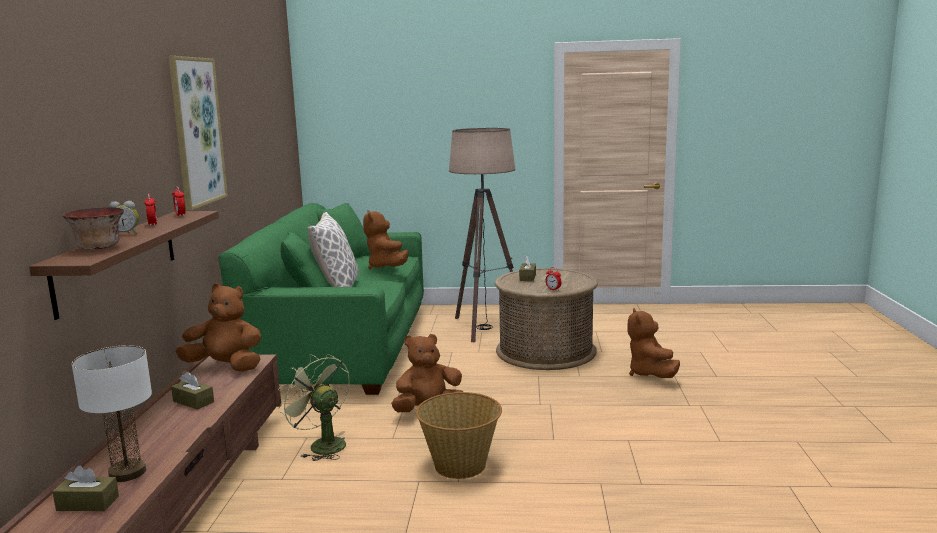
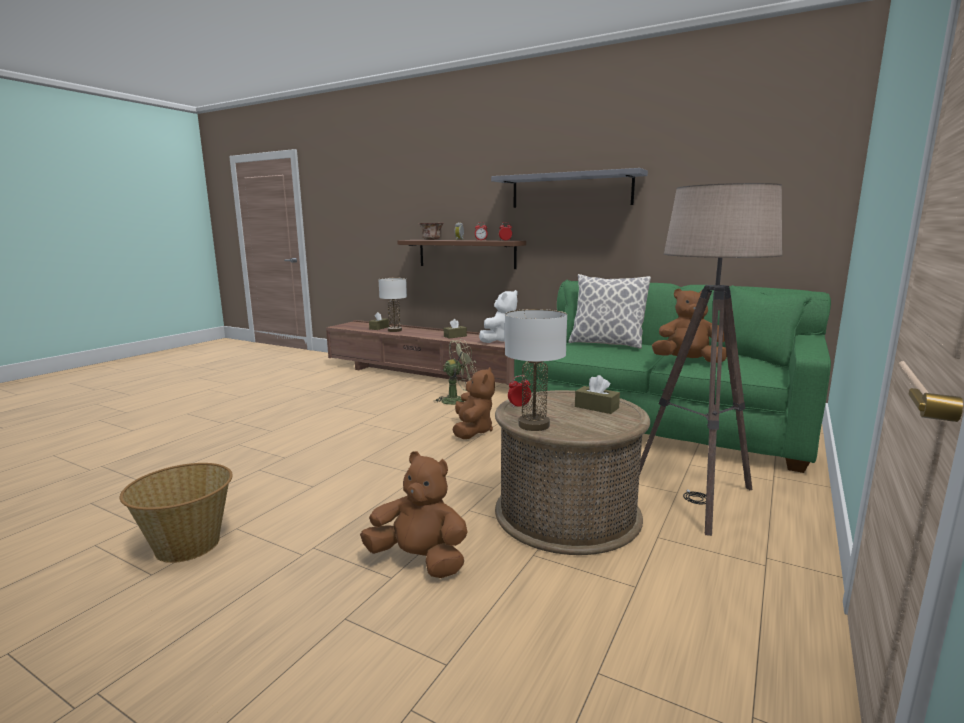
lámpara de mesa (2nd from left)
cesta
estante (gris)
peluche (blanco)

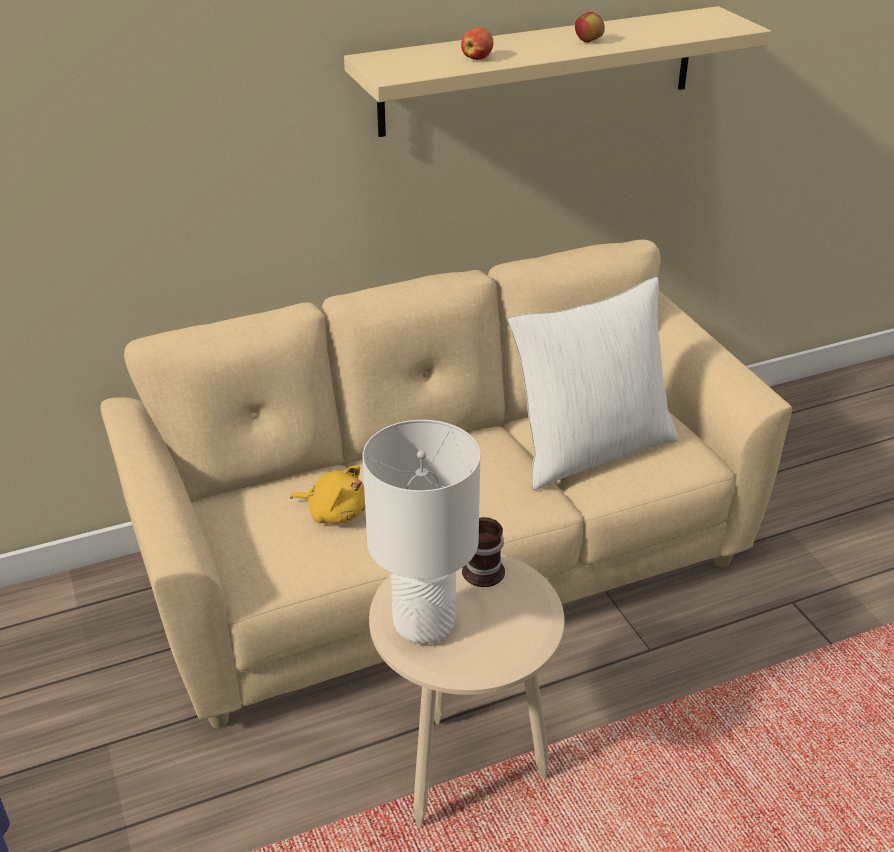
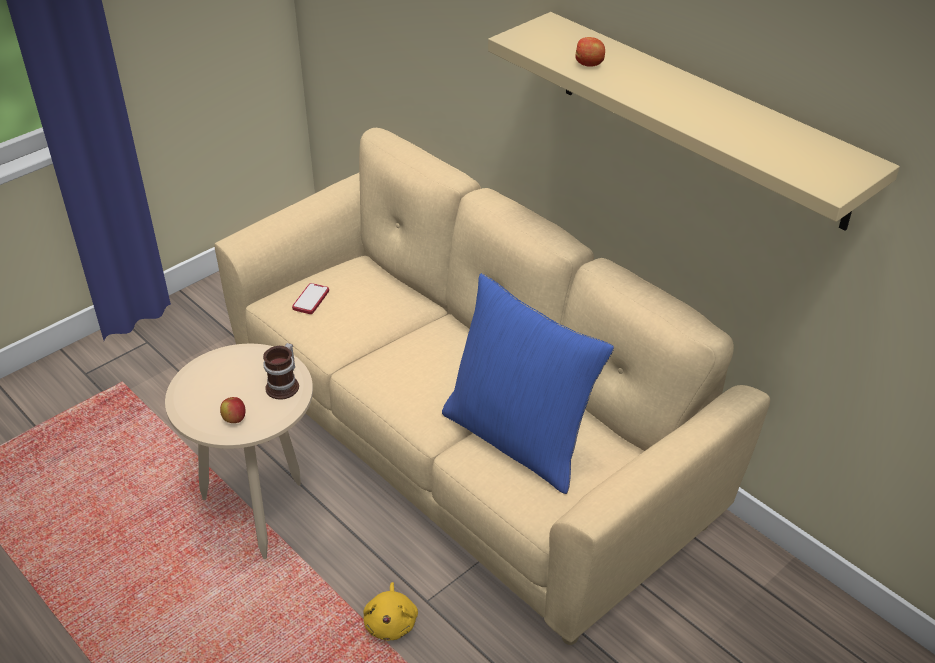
lámpara de mesa (blanco)
móvil
peluche (amarillo)
manzana (1st from left)
cojín (azul)

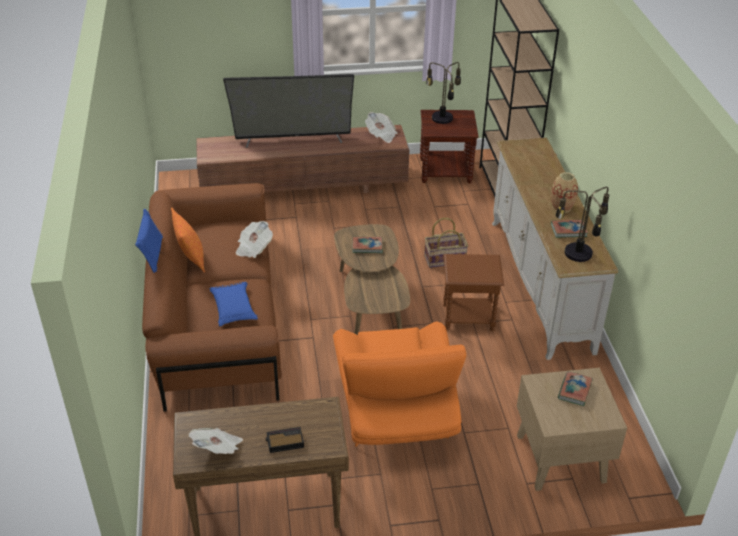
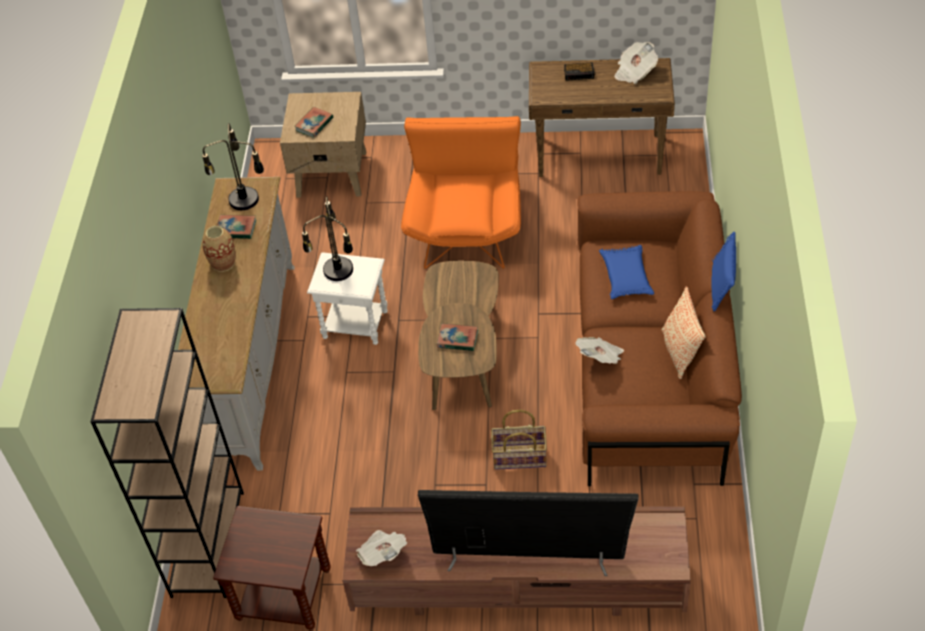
cesta
lámpara de mesa (2nd from left)
cojín (beis)
mesa auxiliar (blanco)

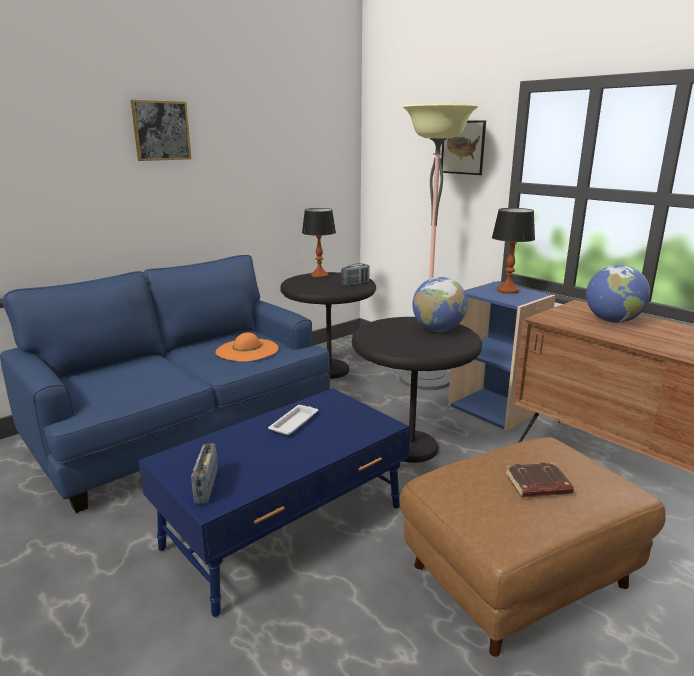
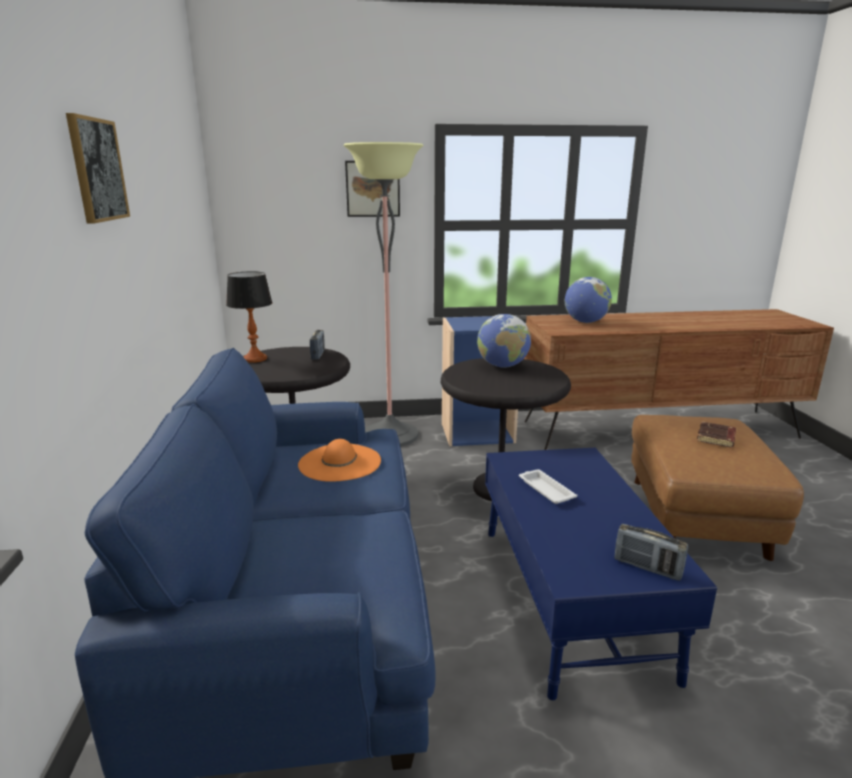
lámpara de mesa (2nd from left in the first image)

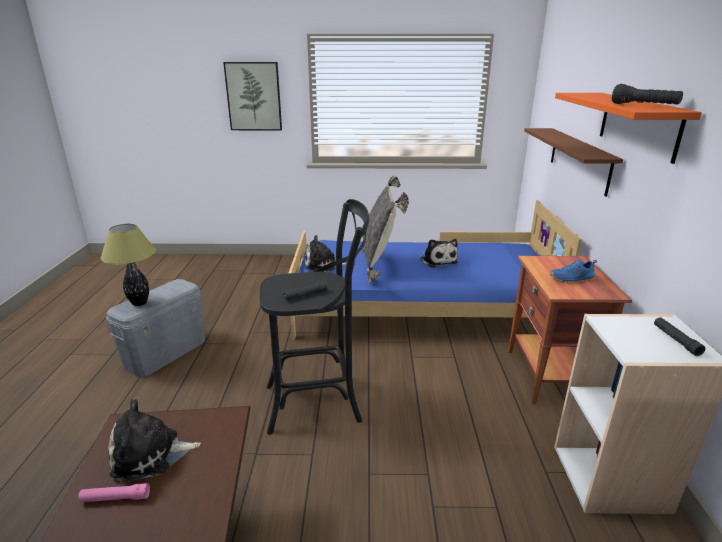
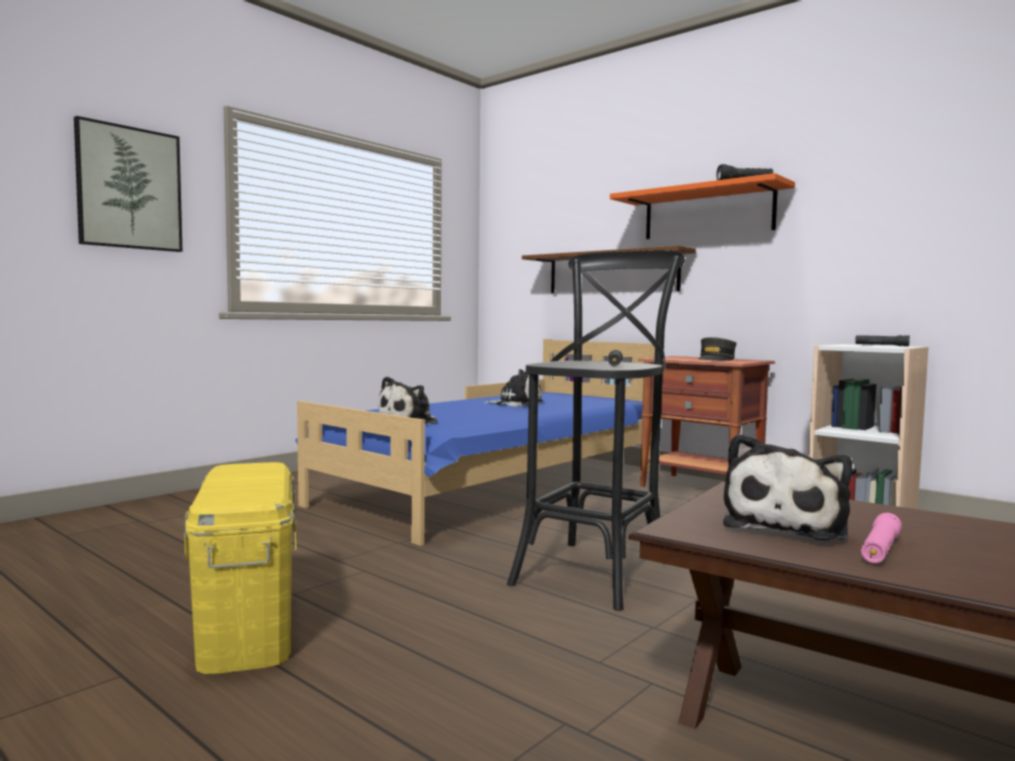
lámpara de mesa
cojín
gorra (gris)
caja de almacenaje (amarillo)

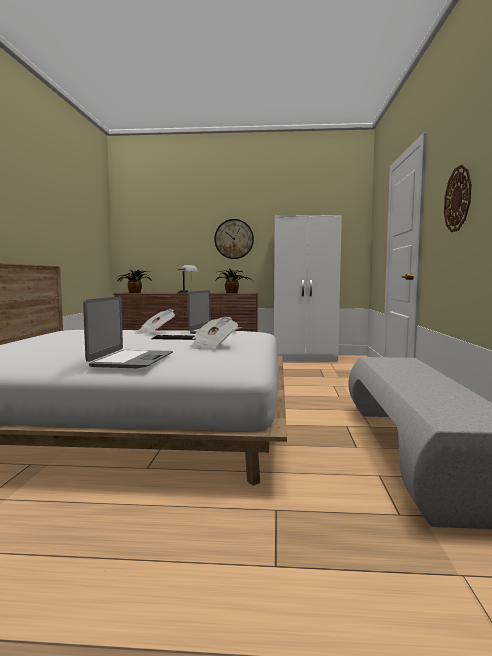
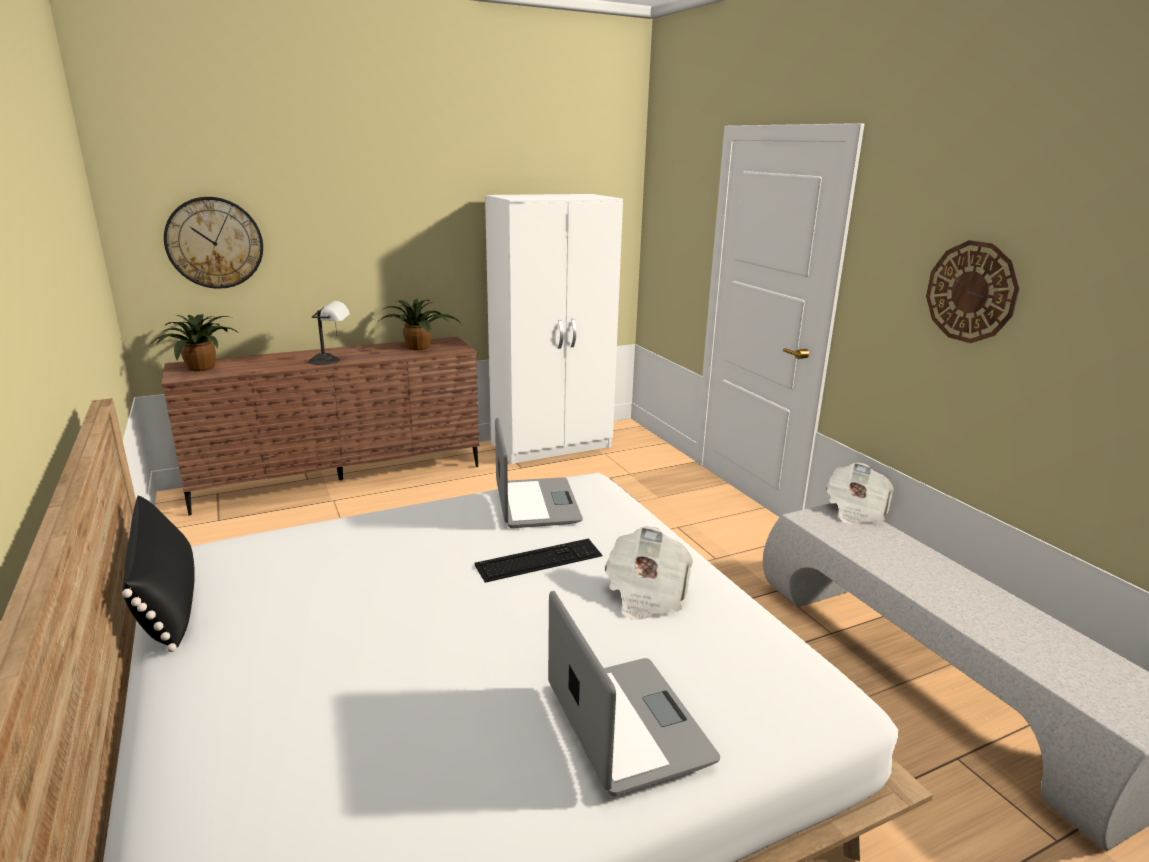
cojín (negro)
periódico (2nd from left)
reloj de pared (1st from left)

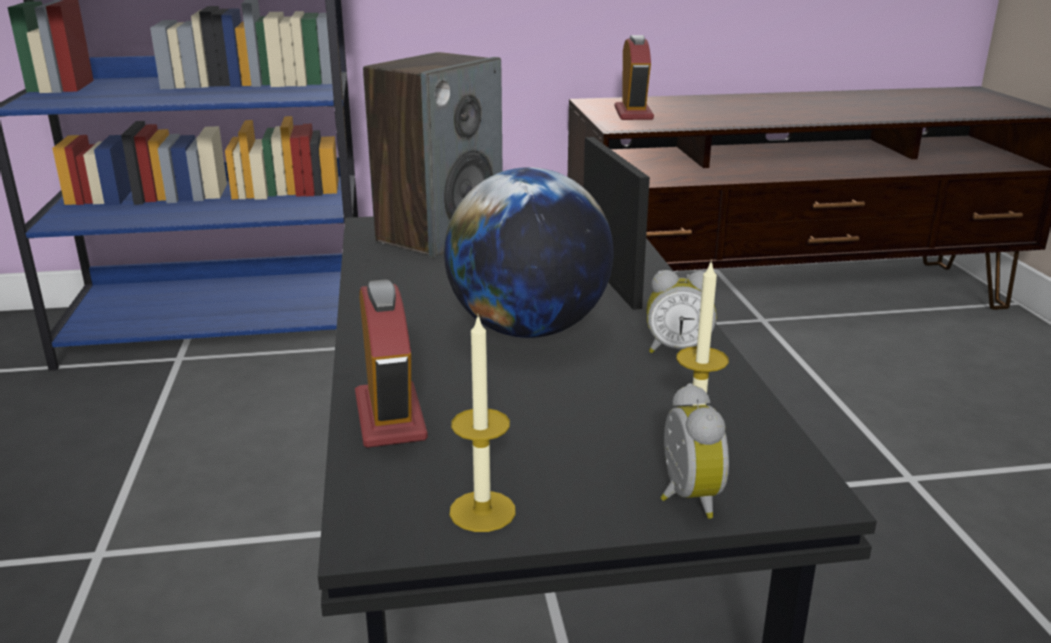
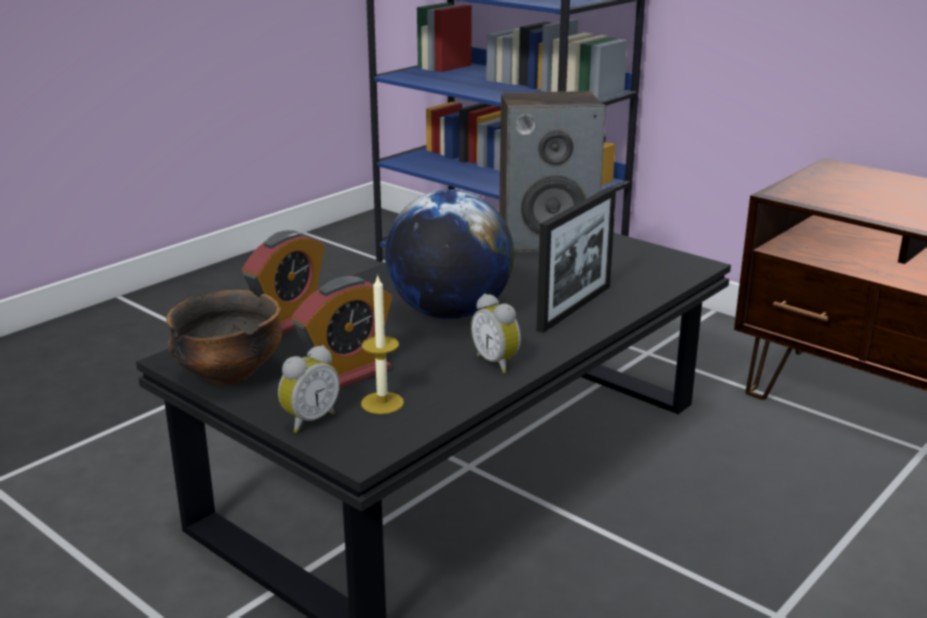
despertador (3rd from left)
cuenco

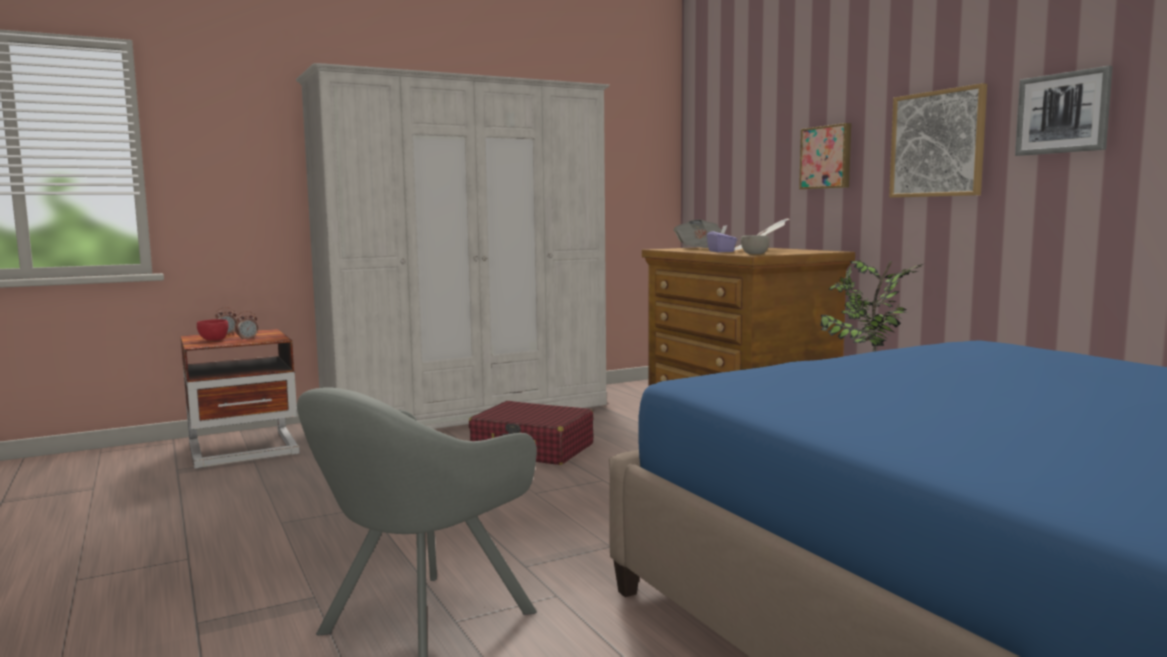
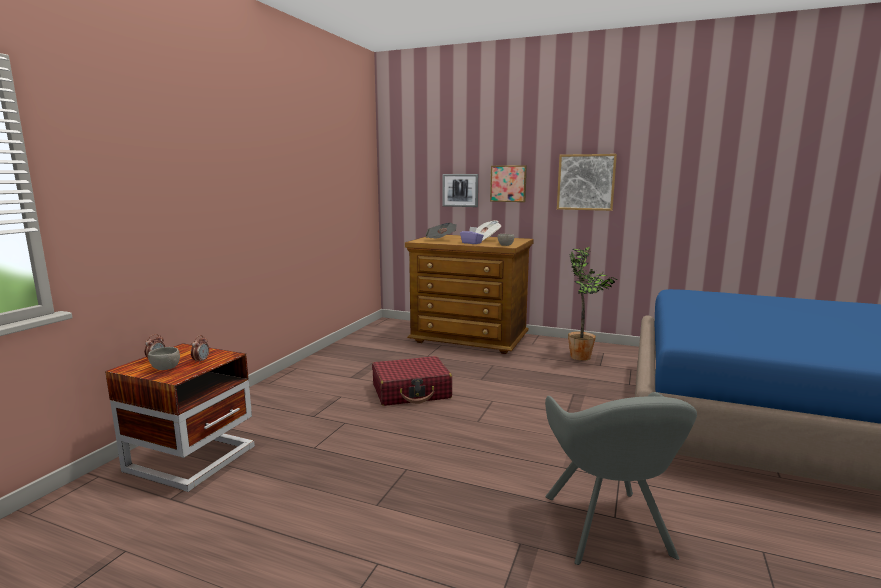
armario ropero (blanco)
cuadro (1st from left)
cuenco (gris) (1st from left)

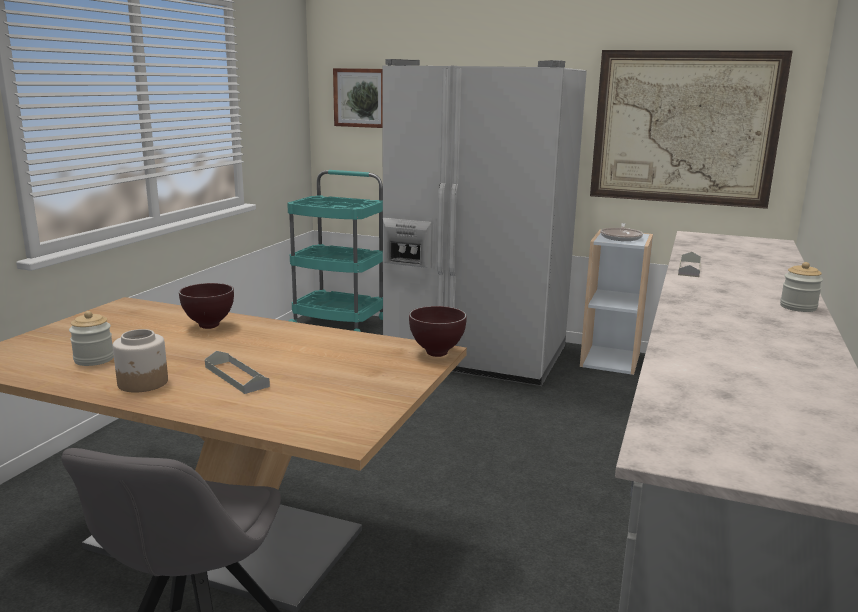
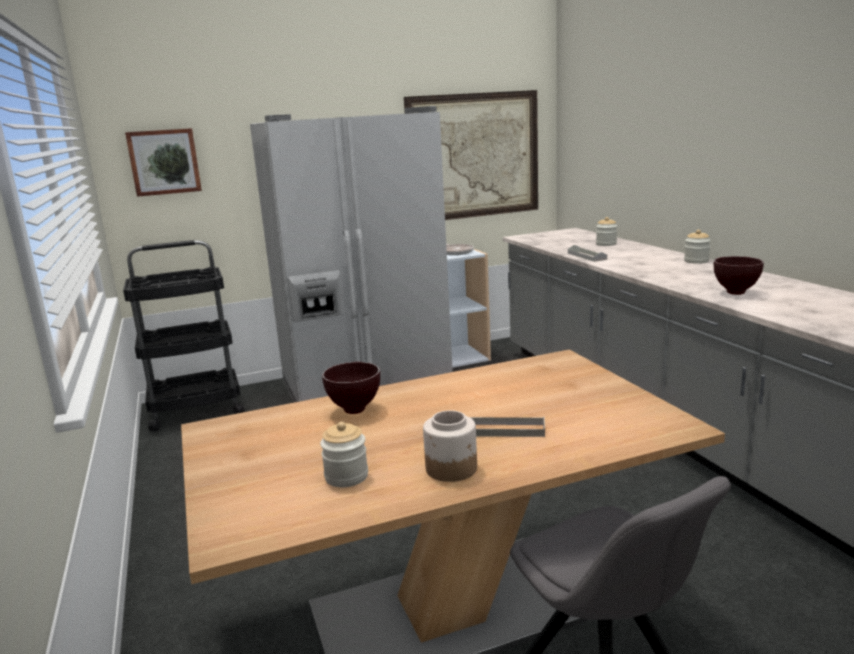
tarro (3rd from left)
cuenco (marrón) (2nd from left)
carrito (negro)

